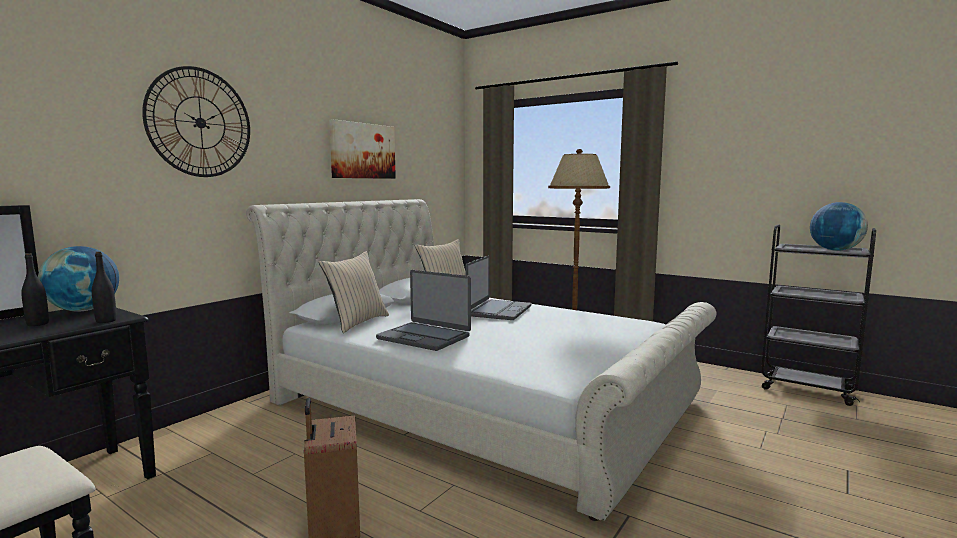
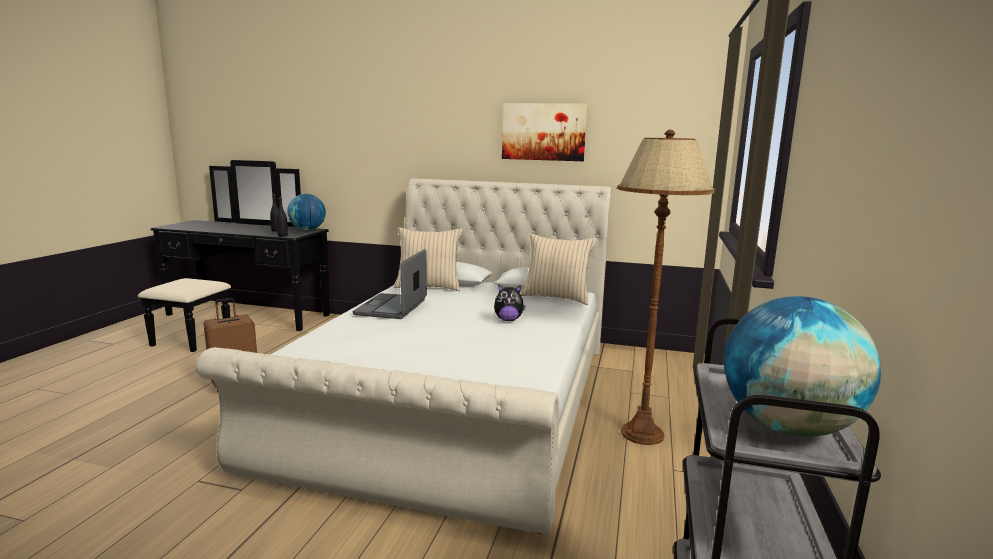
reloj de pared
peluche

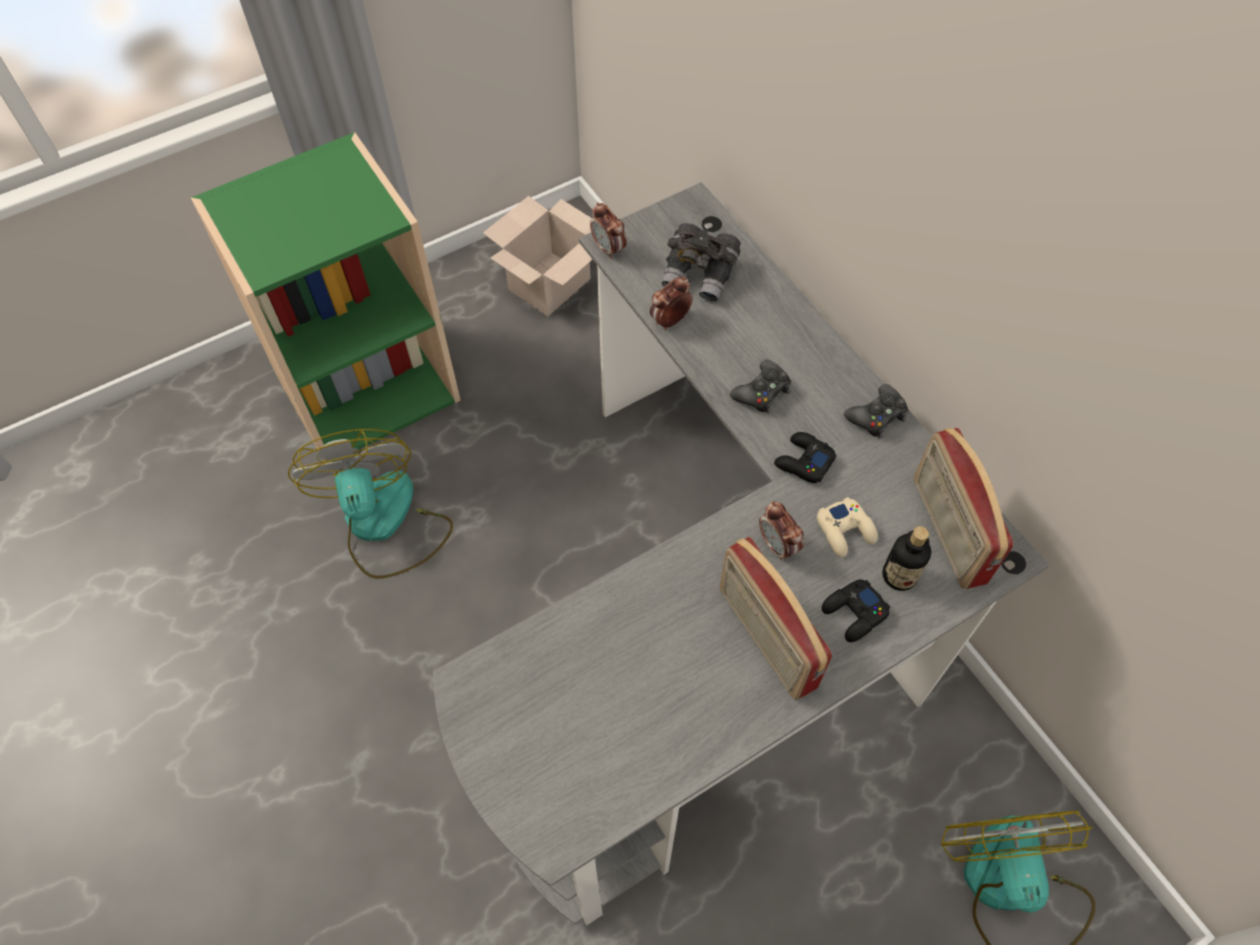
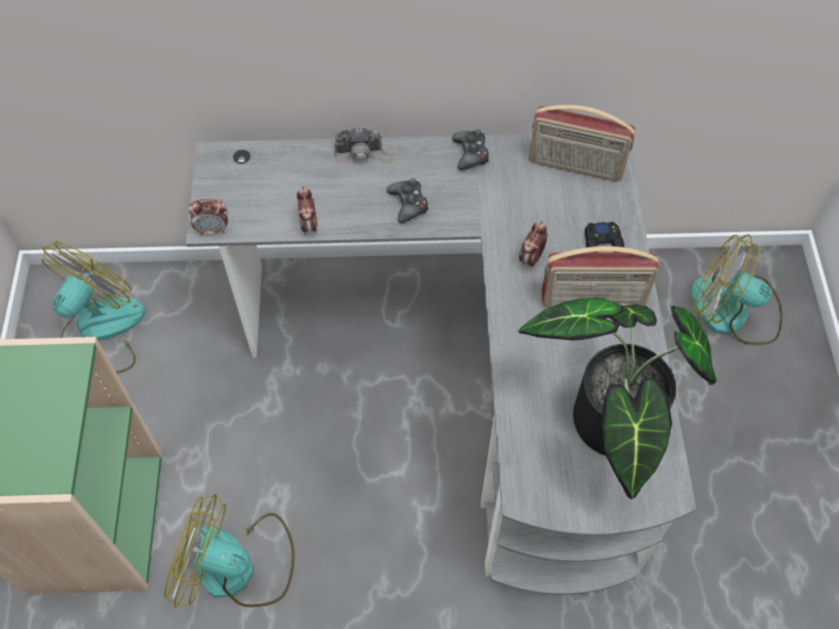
prismáticos (gris)
mando de consola (negro) (2nd from left in the first image)
mando de consola (beis)
botella
cámara
planta en maceta
ventilador (1st from left)
despertador (3rd from left)

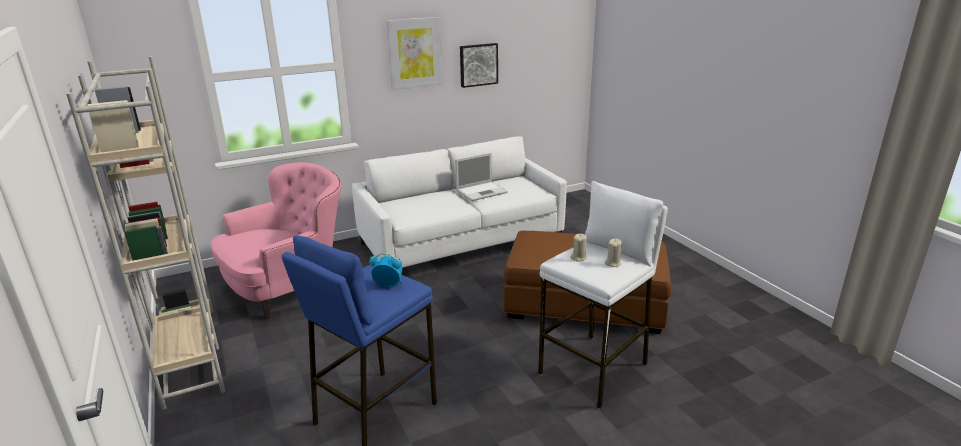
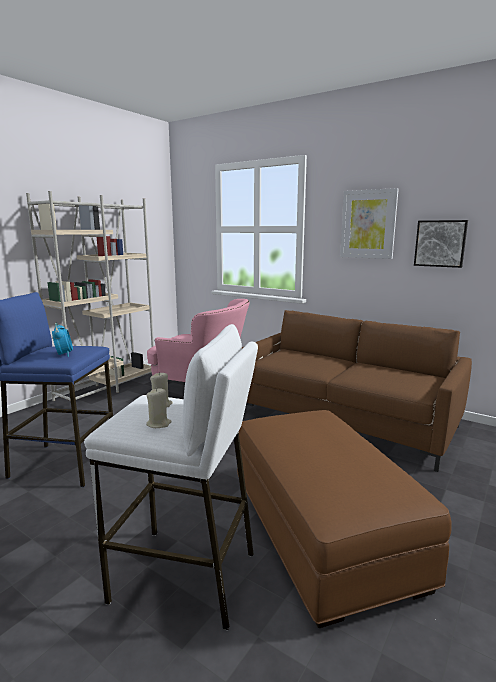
portátil
sofá (marrón)

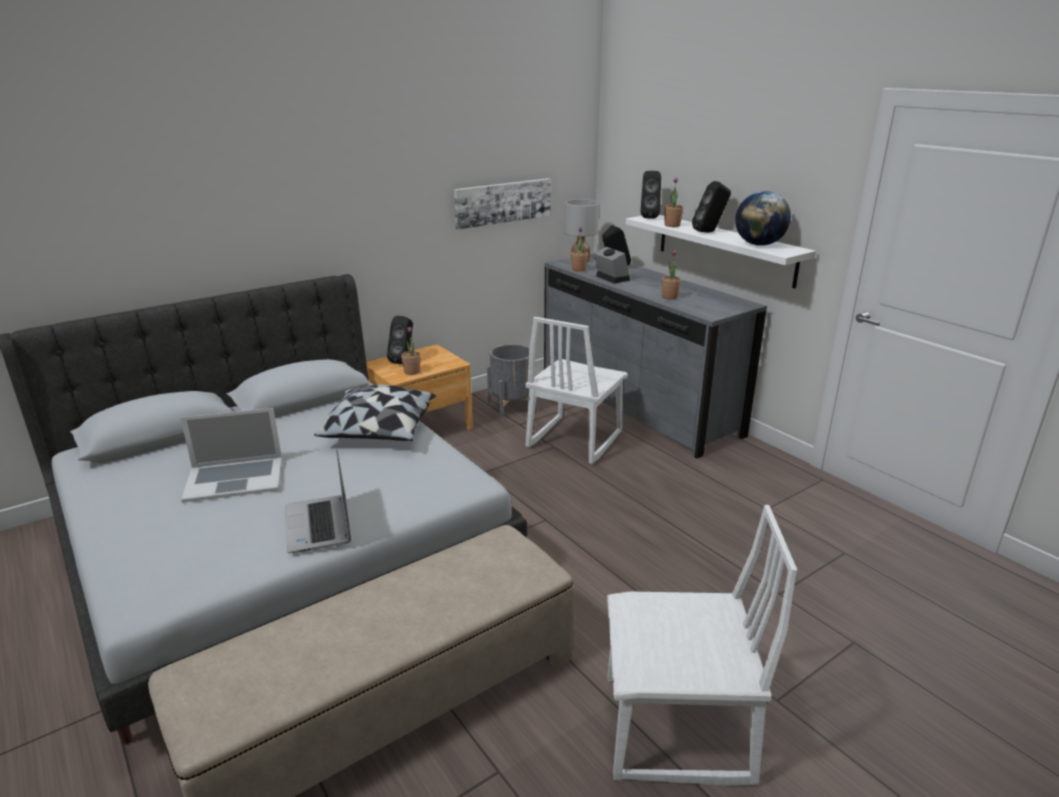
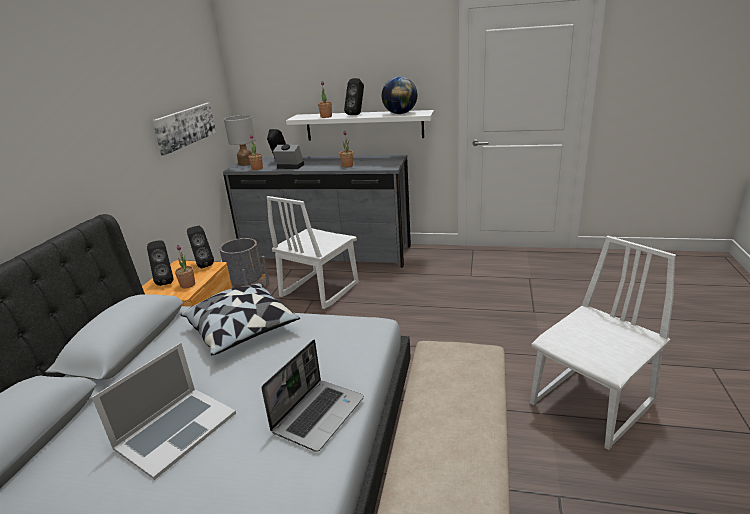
altavoz (negro) (2nd from left)
portátil (2nd from left)
silla (blanco) (1st from left)

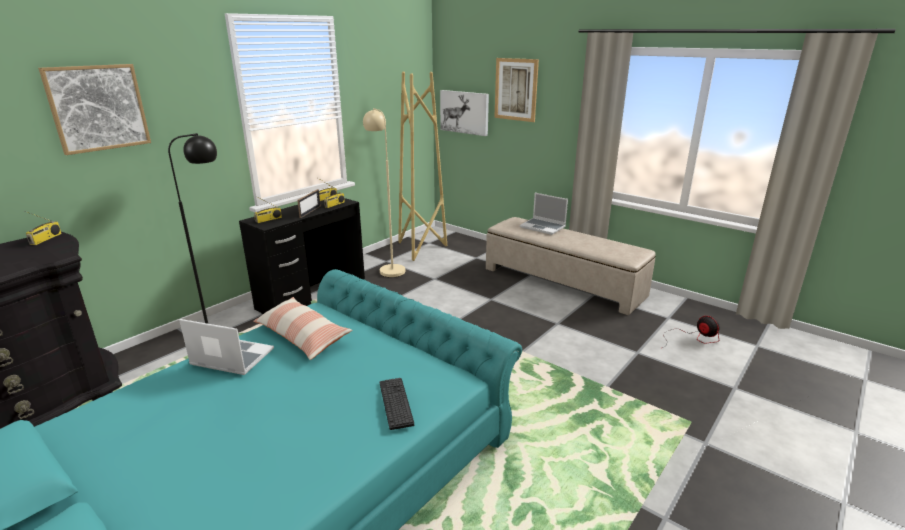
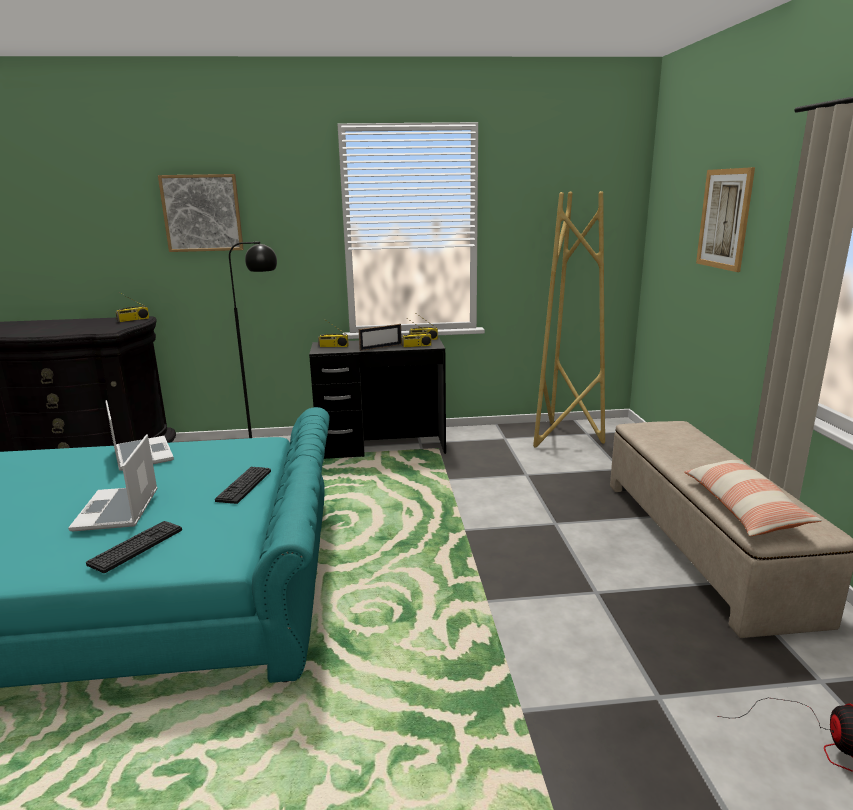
lámpara de pie (beis)
cuadro (2nd from left in the first image)
teclado (2nd from left)
cojín
portátil (1st from left)

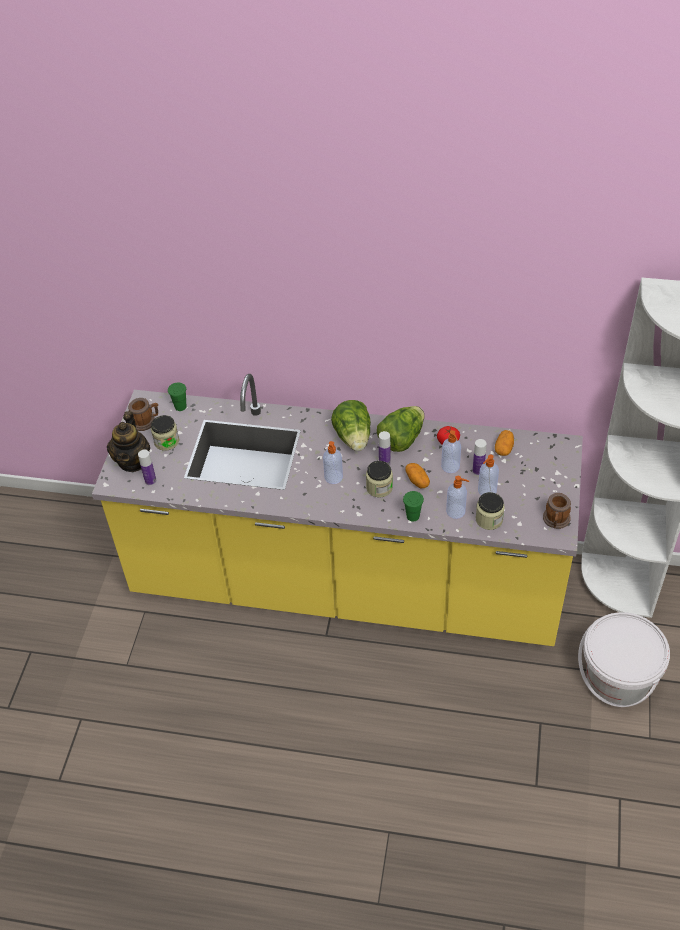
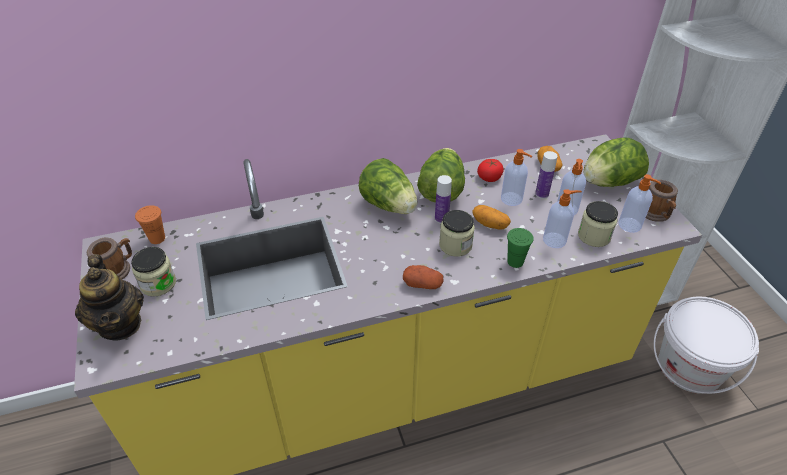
botella (1st from left in the first image)
patata (1st from left)
lechuga (3rd from left)
dispensador de jabón (4th from left)
taza (naranja)

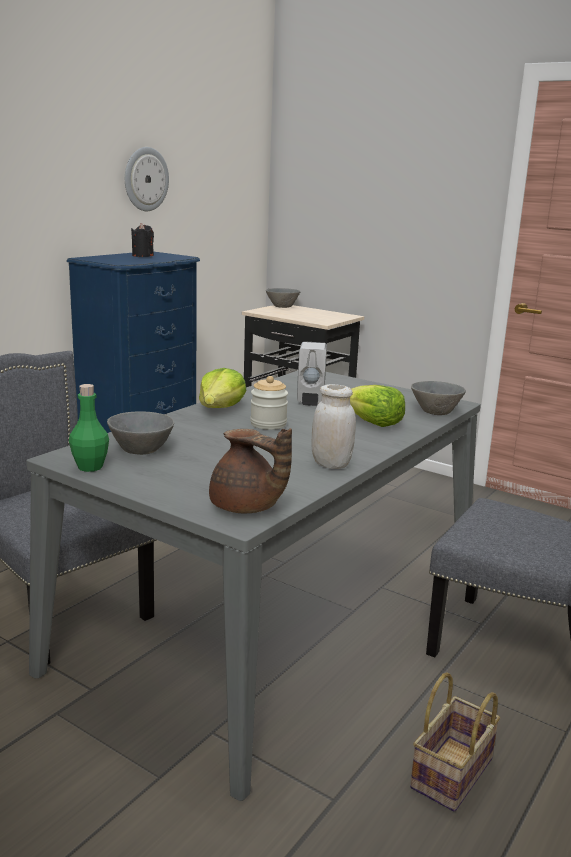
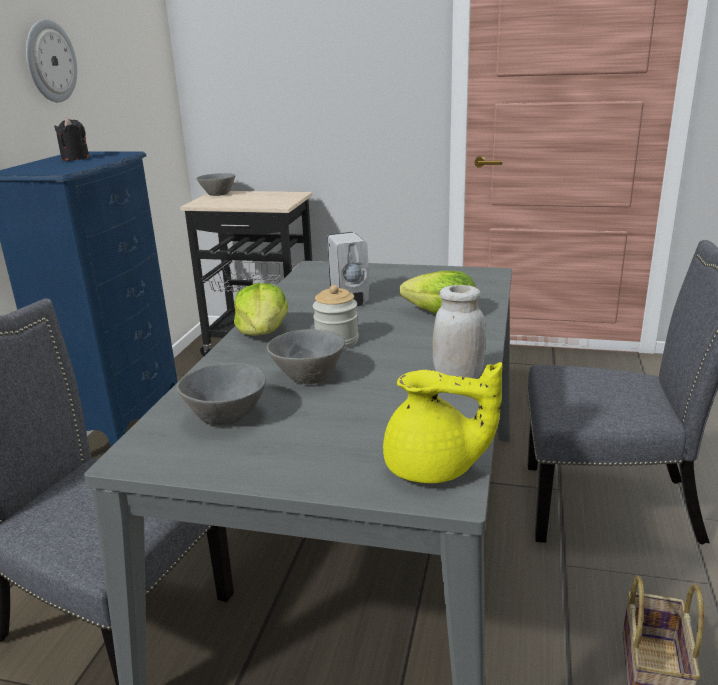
botella (verde)
cuenco (gris) (3rd from left)
tetera (amarillo)

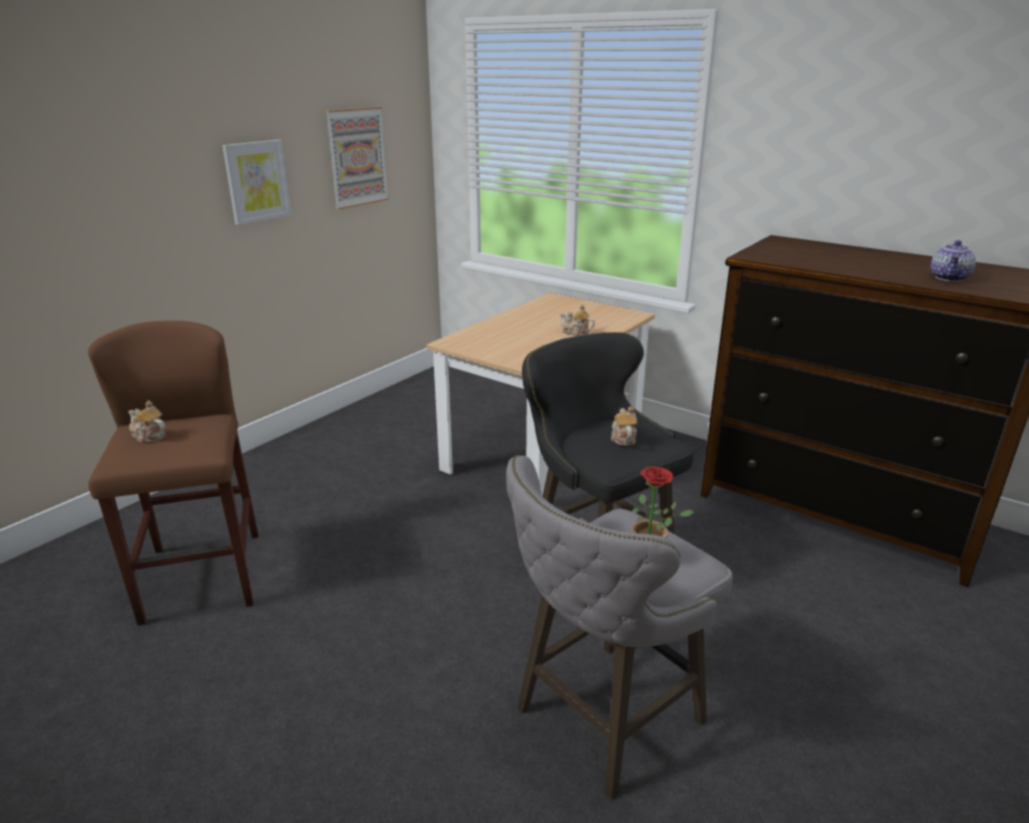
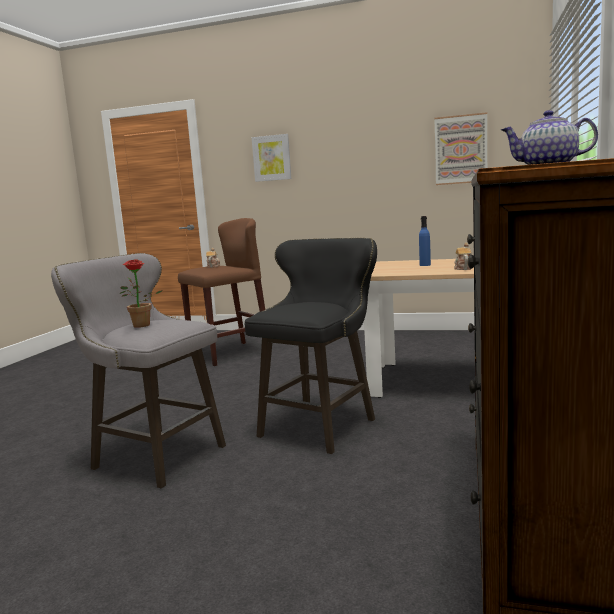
tetera (3rd from left in the first image)
botella (azul)
cuadro (1st from left)

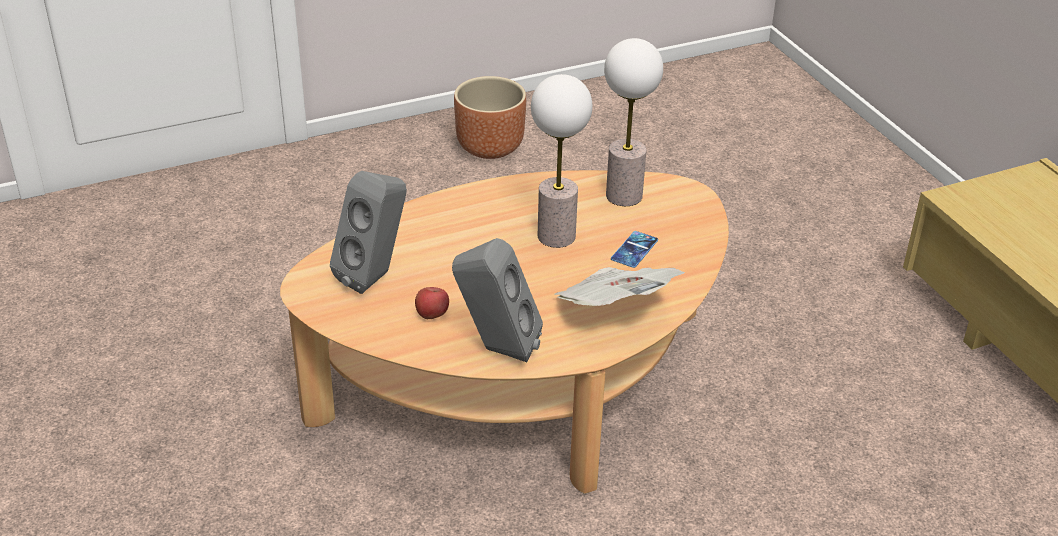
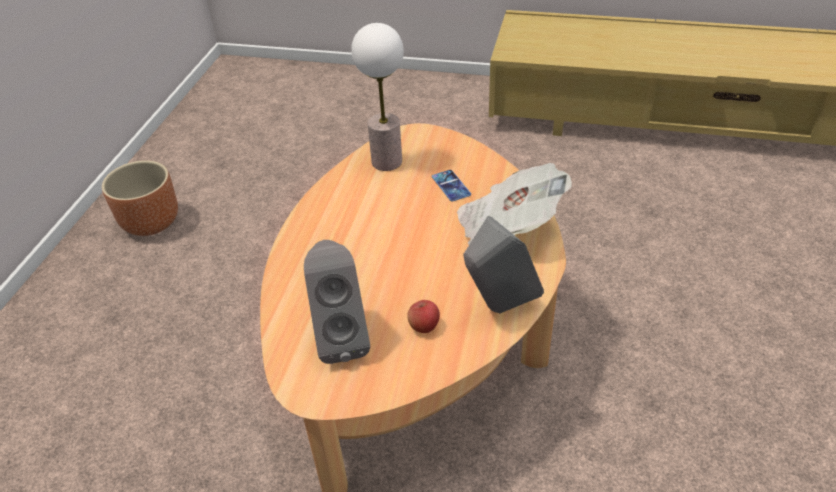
lámpara de mesa (1st from left in the first image)

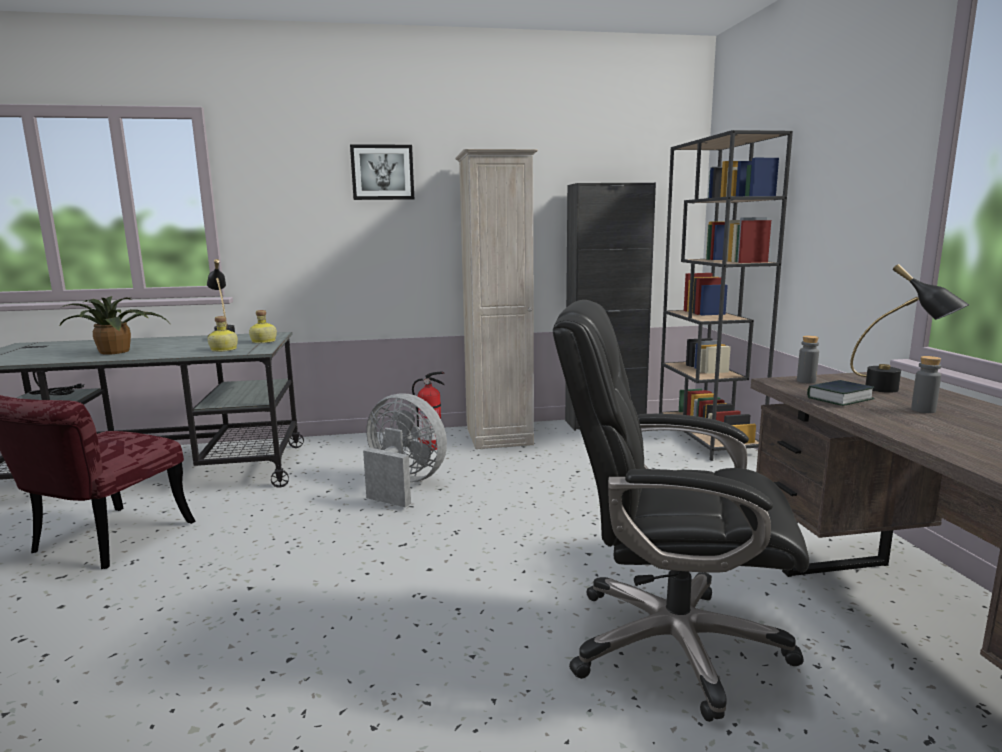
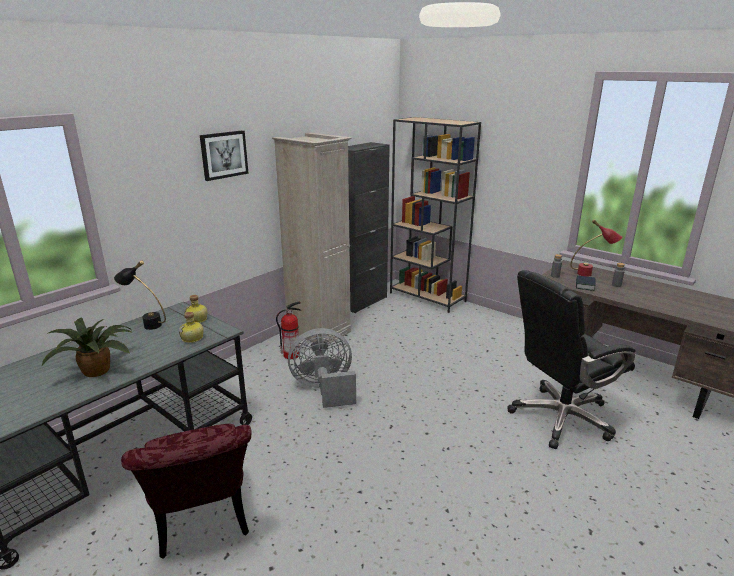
lámpara de mesa (rojo)

